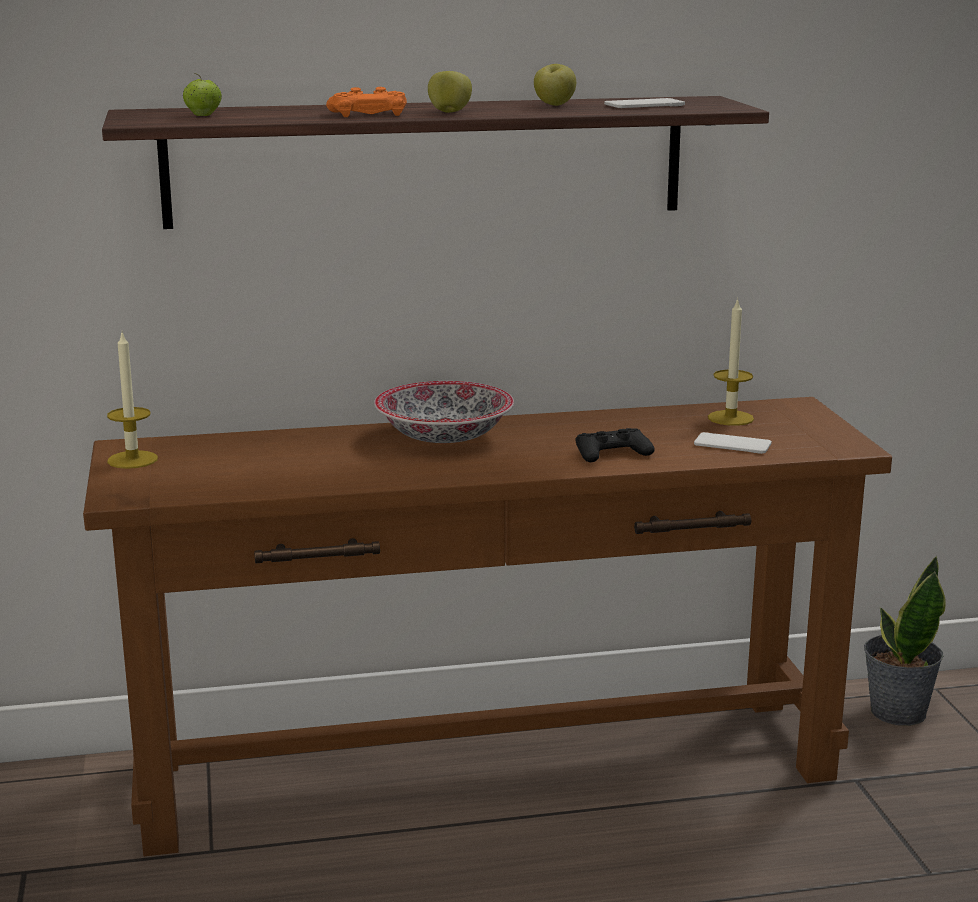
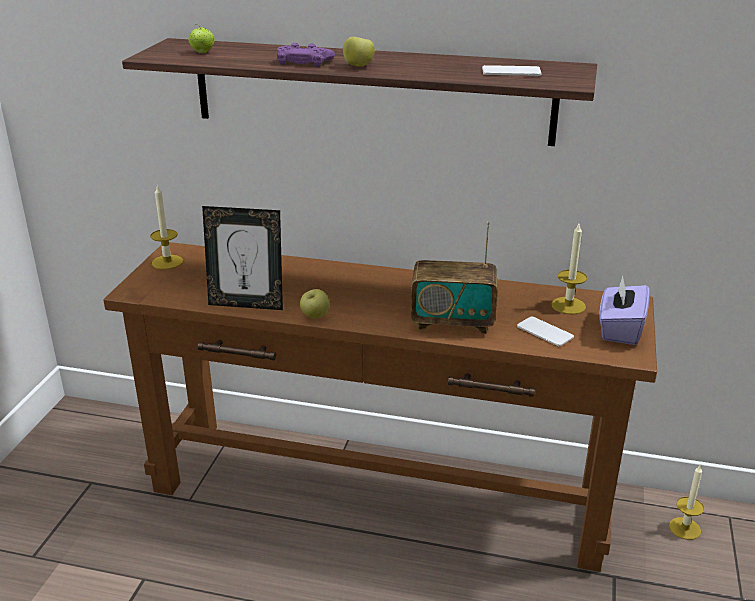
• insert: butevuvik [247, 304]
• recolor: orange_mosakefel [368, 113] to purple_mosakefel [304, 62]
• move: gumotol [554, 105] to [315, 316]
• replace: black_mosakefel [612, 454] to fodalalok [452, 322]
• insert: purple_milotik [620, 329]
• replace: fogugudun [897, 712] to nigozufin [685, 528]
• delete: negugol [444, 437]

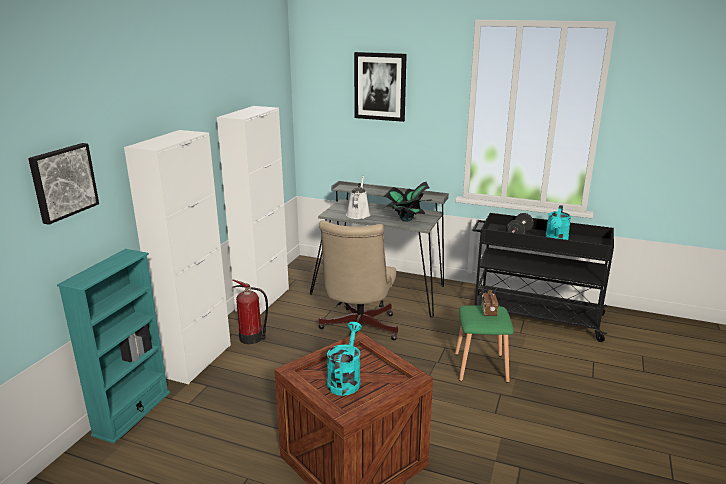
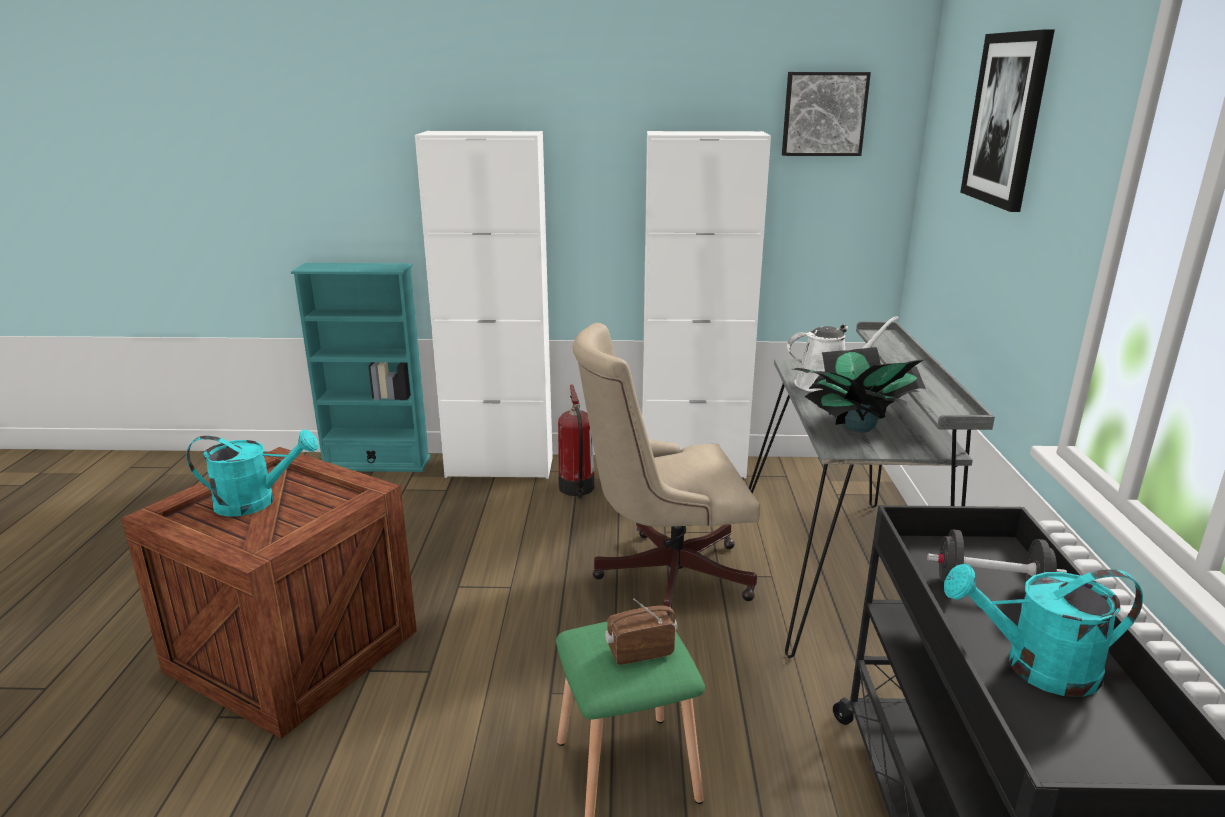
• move: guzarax [63, 182] to [824, 114]

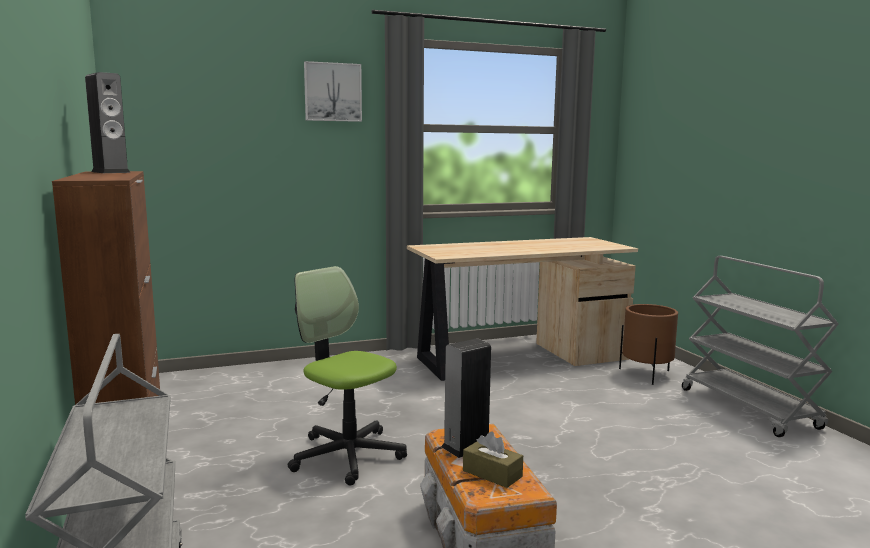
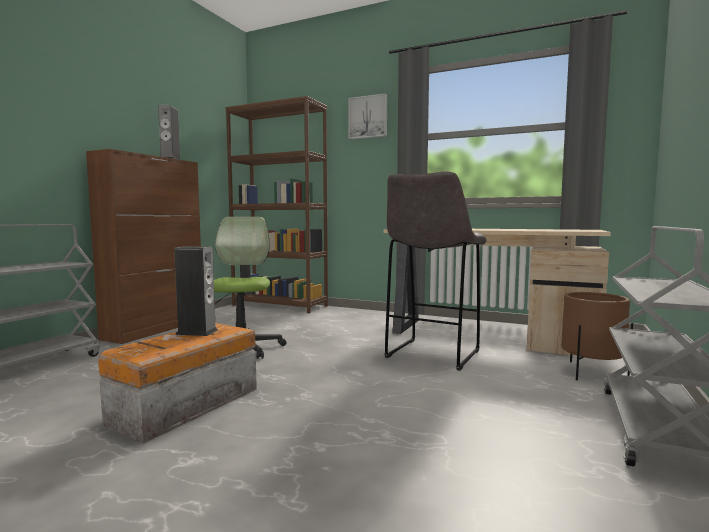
• insert: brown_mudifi [280, 305]
• insert: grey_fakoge [431, 354]
• delete: brown_milotik [492, 474]

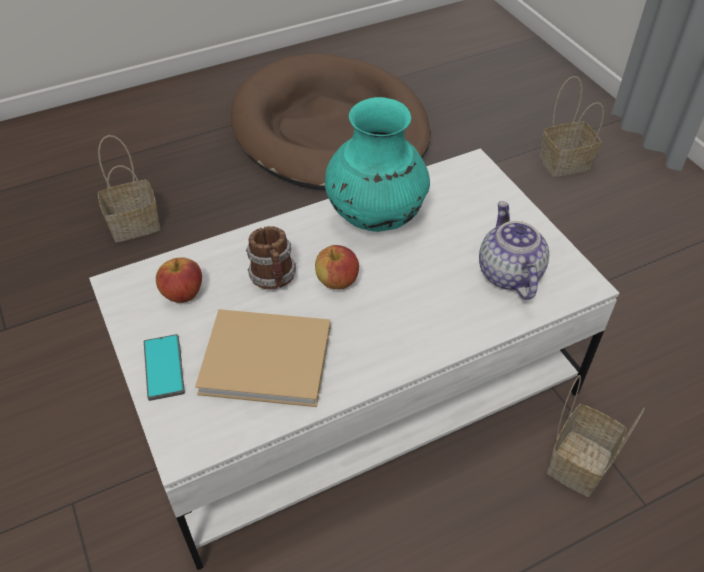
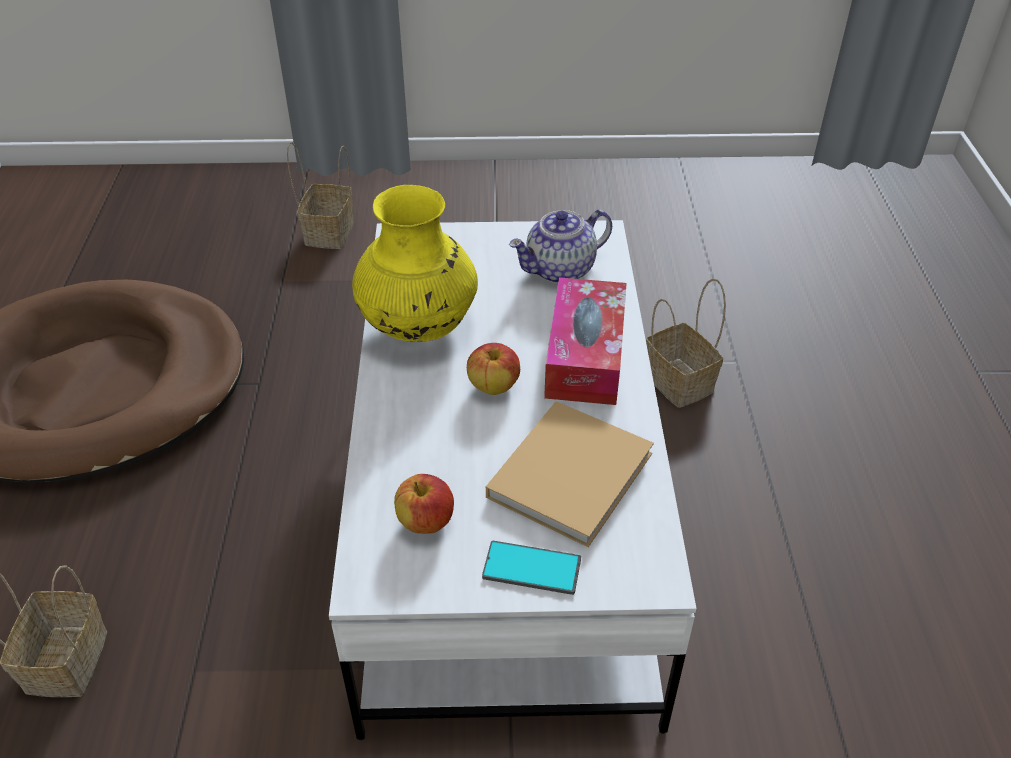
• recolor: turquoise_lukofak [375, 216] to yellow_lukofak [419, 328]
• rotate: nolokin [508, 273] = [560, 270] 45 degrees counterclockwise
• insert: milotik [585, 355]
• delete: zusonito [274, 279]

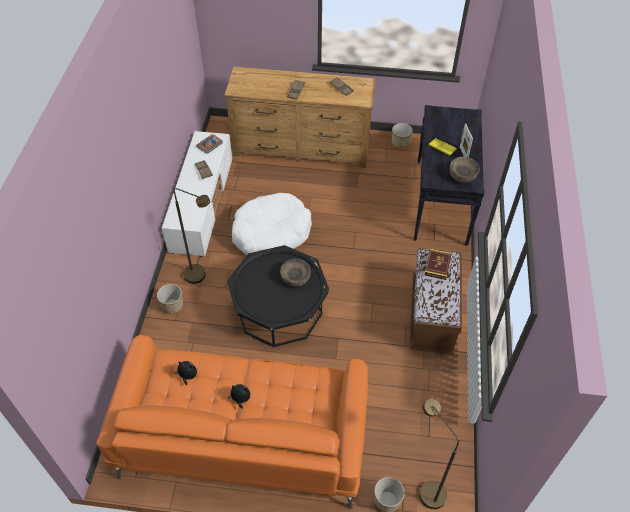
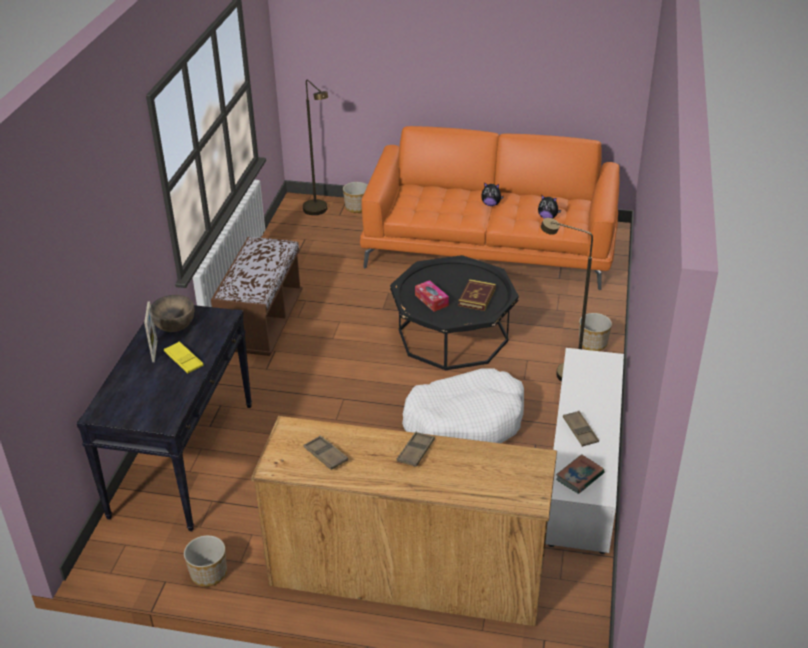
• replace: brown_negugol [295, 278] to milotik [431, 300]
• move: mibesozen [437, 265] to [476, 297]

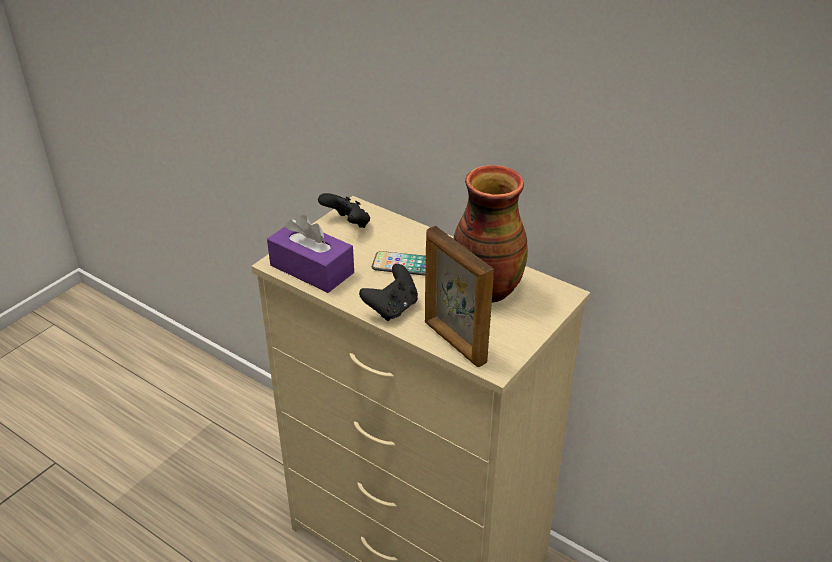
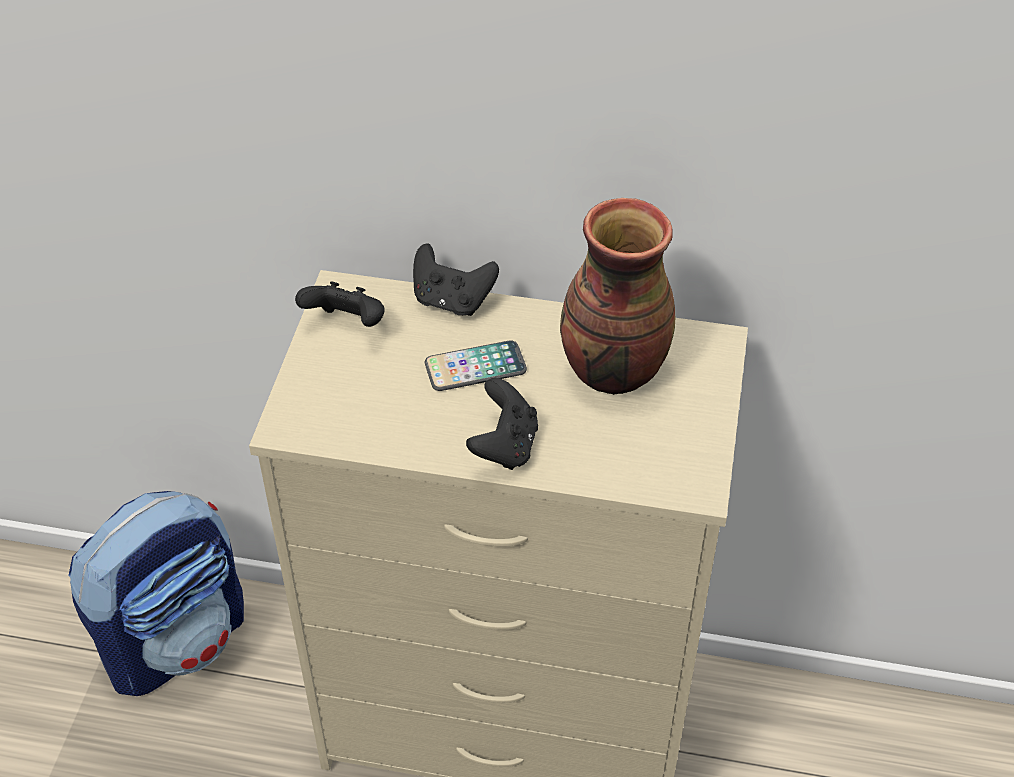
• insert: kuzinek [177, 639]
• insert: black_mosakefel [452, 301]
• delete: purple_milotik [312, 269]
• delete: butevuvik [454, 342]

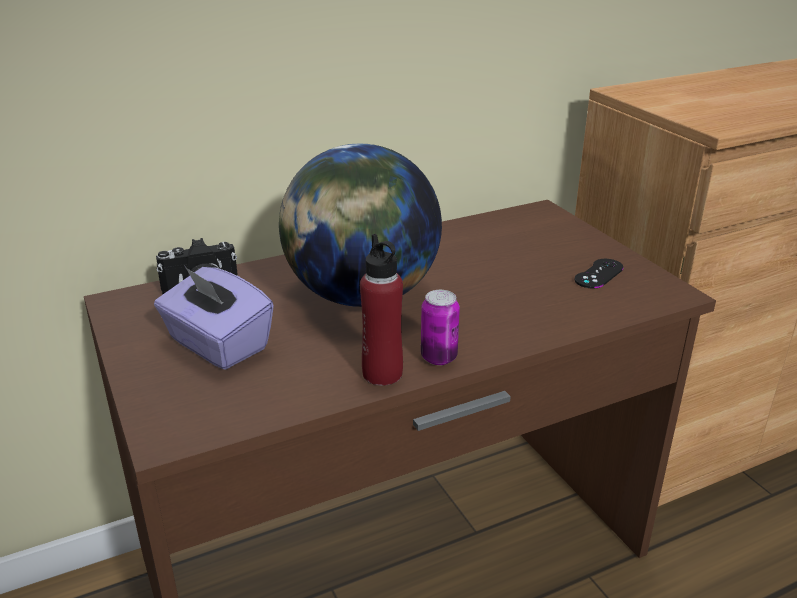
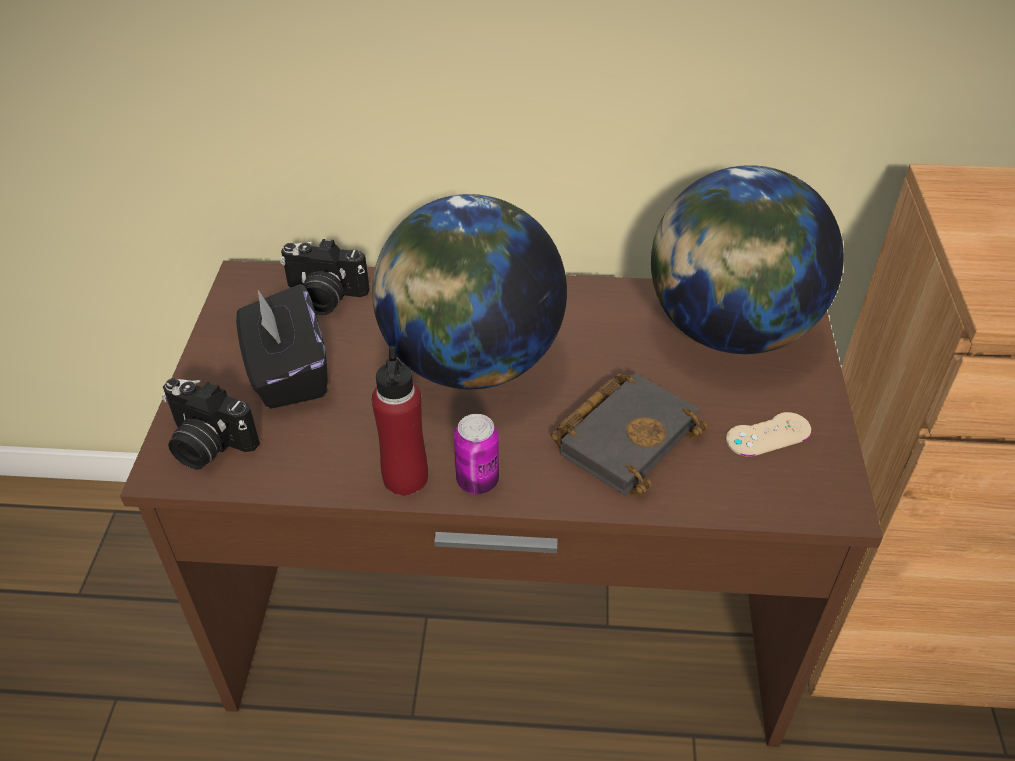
• insert: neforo [207, 444]
• recolor: purple_milotik [217, 345] to black_milotik [287, 373]
• insert: black_mibesozen [625, 435]
• insert: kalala [729, 330]
• recolor: black_mosakefel [599, 274] to beige_mosakefel [768, 435]

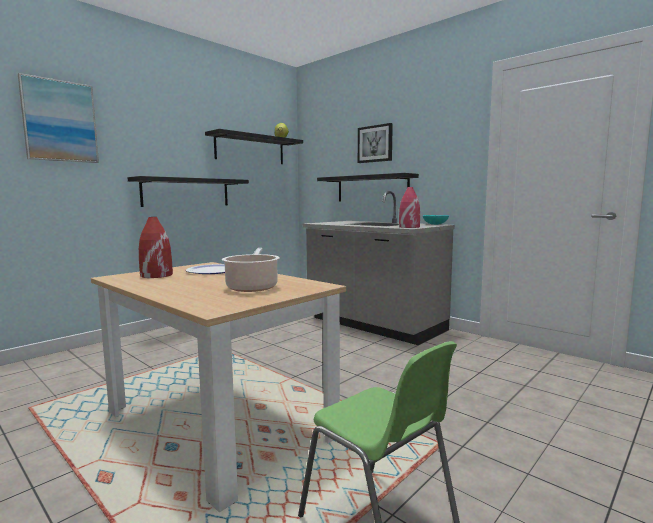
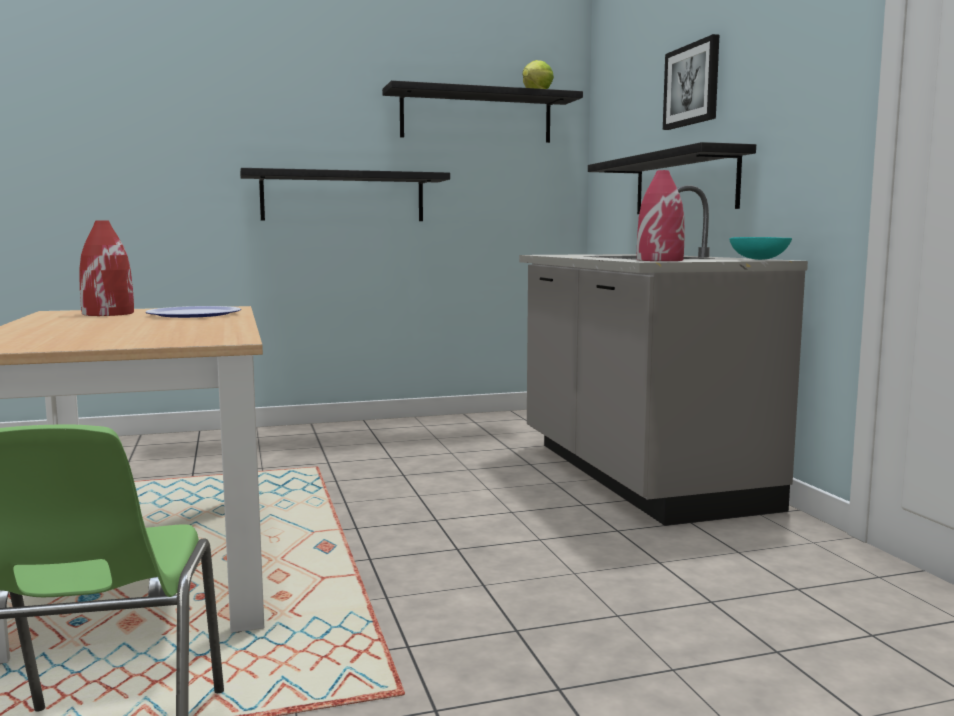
• delete: guzarax [60, 121]
• delete: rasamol [252, 287]

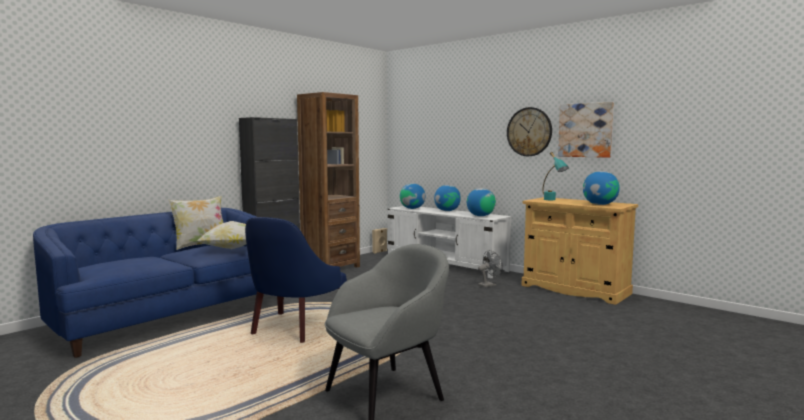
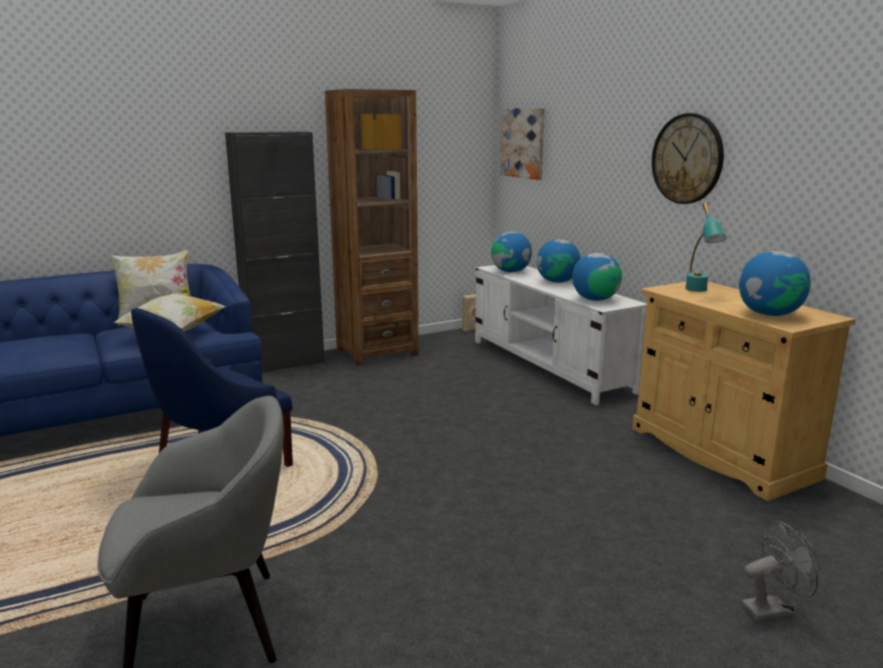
• move: guzarax [585, 130] to [523, 143]
• move: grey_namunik [489, 285] to [773, 609]

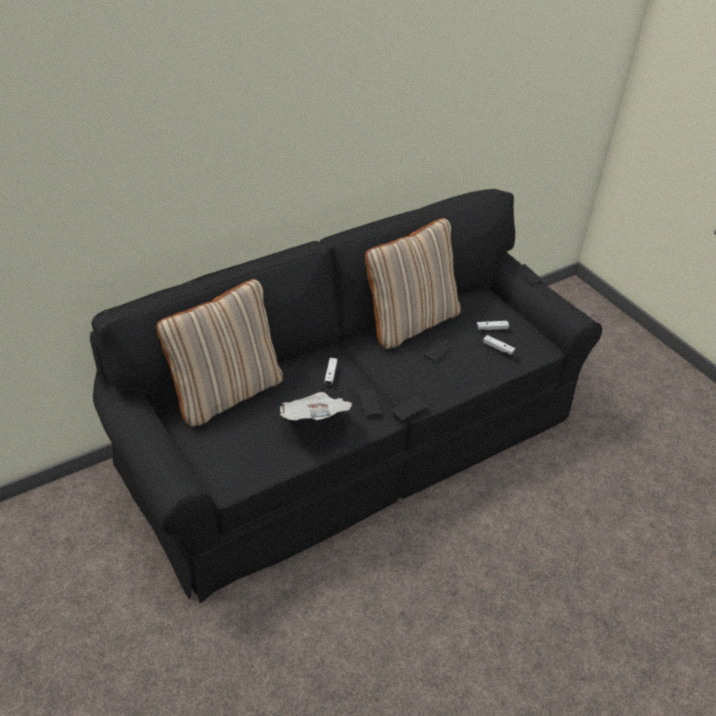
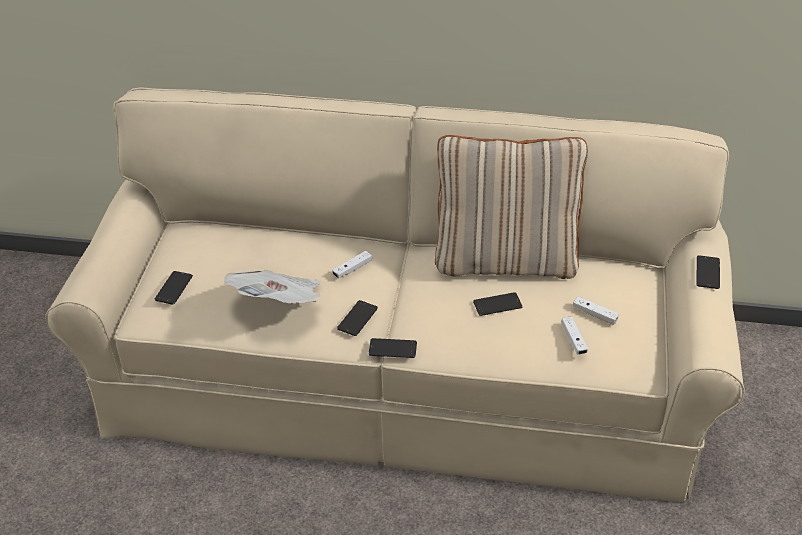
• recolor: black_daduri [352, 441] to beige_daduri [404, 377]
• insert: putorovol [174, 288]
• delete: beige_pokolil [225, 392]

